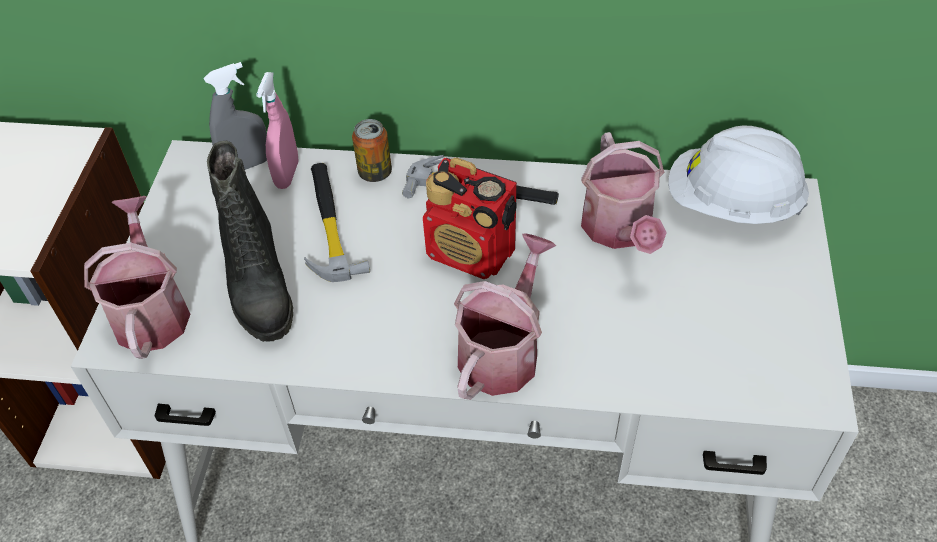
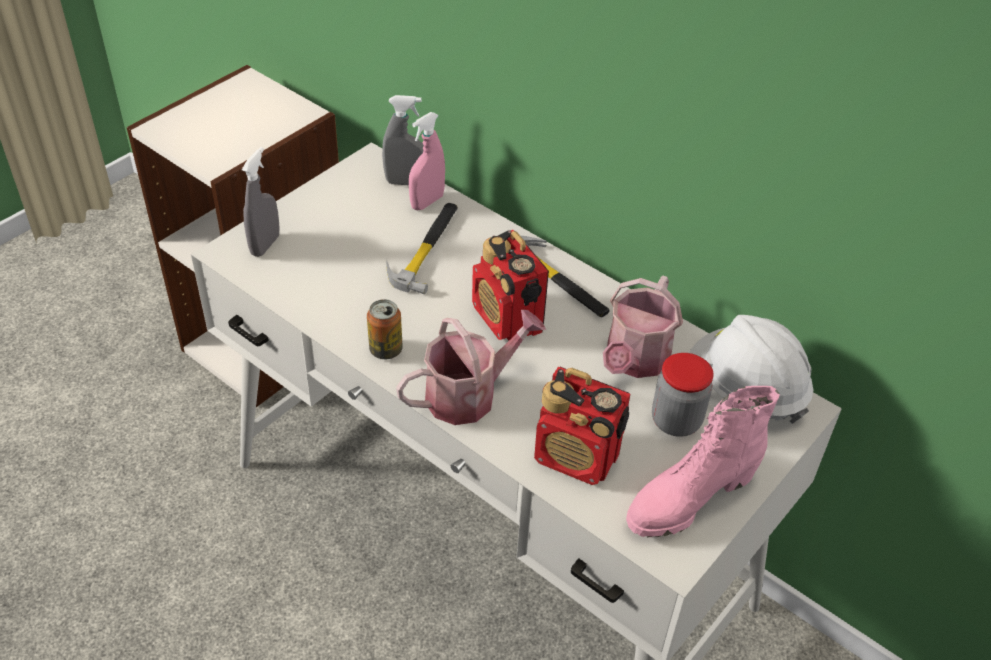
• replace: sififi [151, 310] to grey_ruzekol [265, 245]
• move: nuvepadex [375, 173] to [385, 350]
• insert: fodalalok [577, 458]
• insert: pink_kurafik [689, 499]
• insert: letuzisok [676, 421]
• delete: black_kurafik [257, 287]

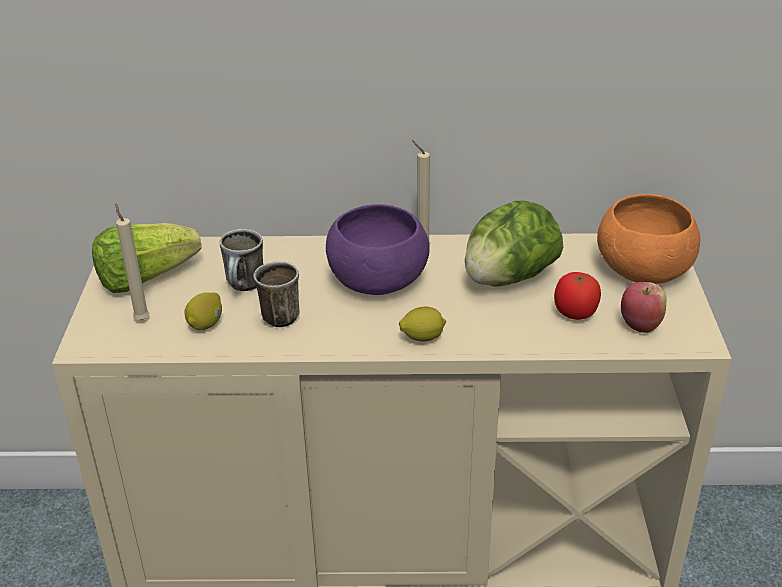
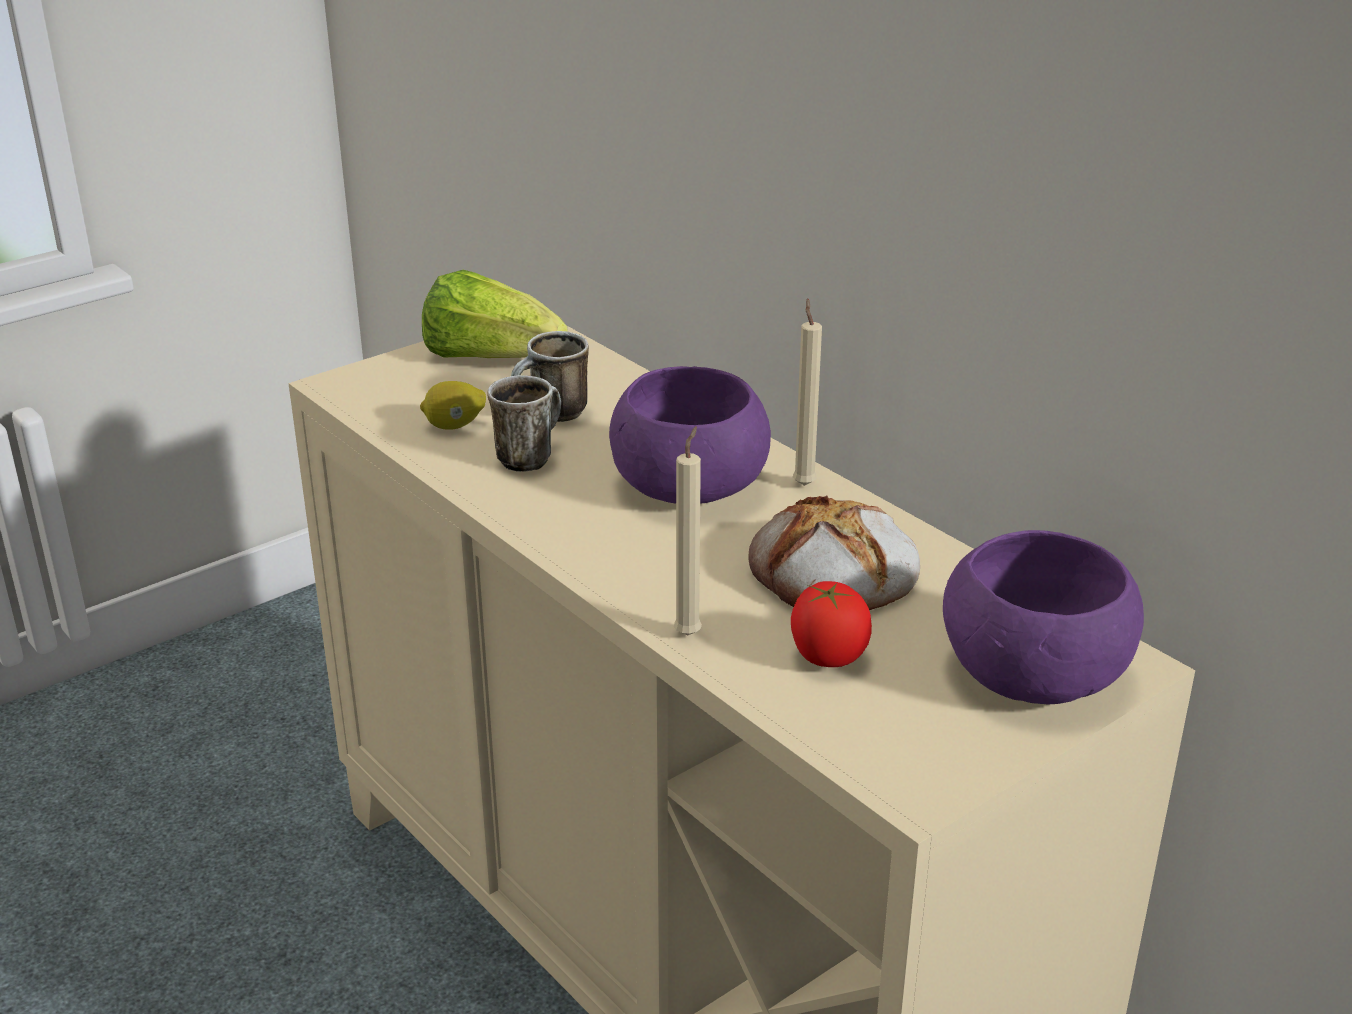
• move: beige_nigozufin [141, 318] to [689, 632]
• replace: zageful [508, 278] to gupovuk [833, 573]
• recolor: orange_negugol [644, 269] to purple_negugol [1034, 674]
• delete: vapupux [422, 338]
• delete: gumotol [640, 325]

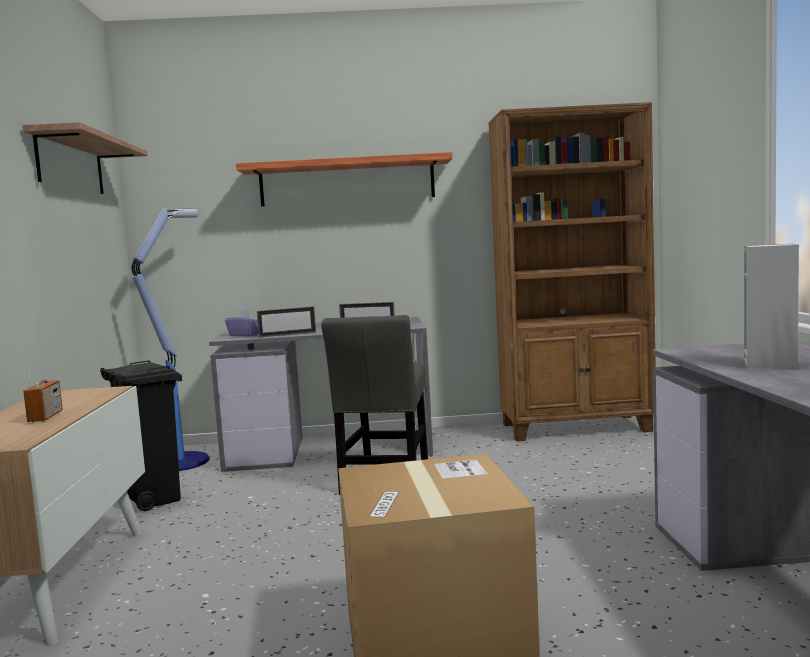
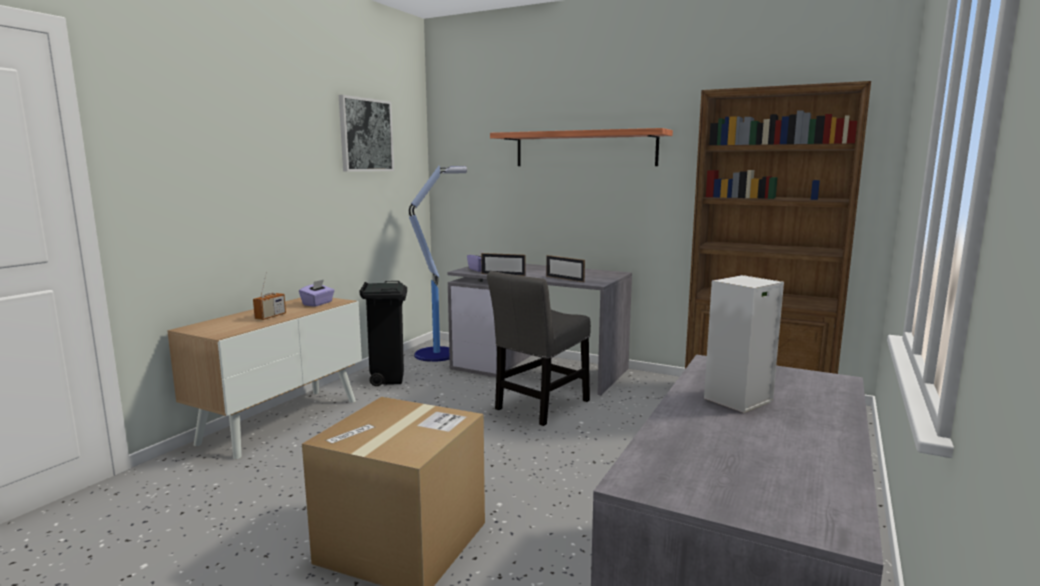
• insert: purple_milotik [318, 303]
• replace: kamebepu [70, 164] to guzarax [366, 135]

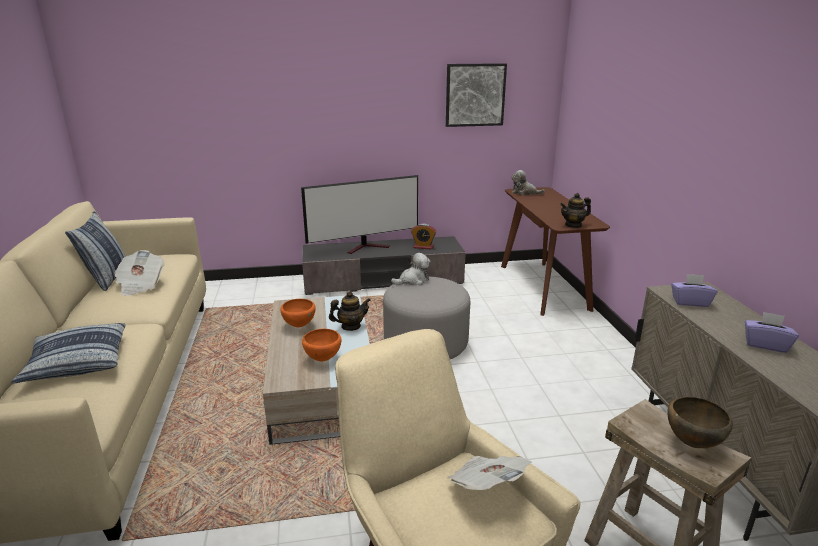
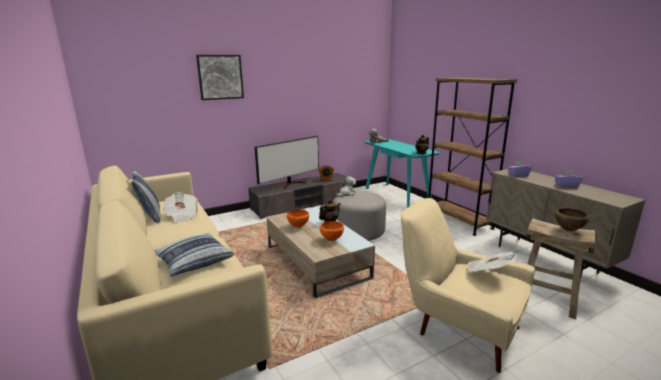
• move: guzarax [475, 95] to [220, 77]
• recolor: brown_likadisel [543, 287] to turquoise_likadisel [397, 195]
• insert: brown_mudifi [458, 220]

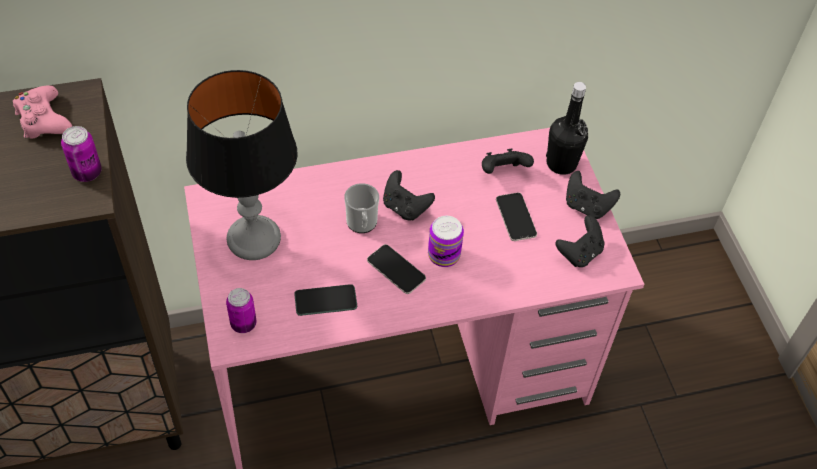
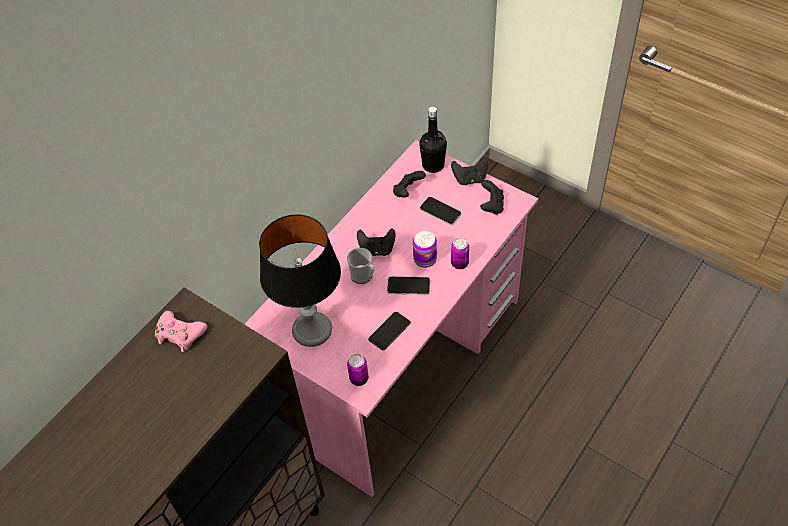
• move: nuvepadex [87, 173] to [459, 263]

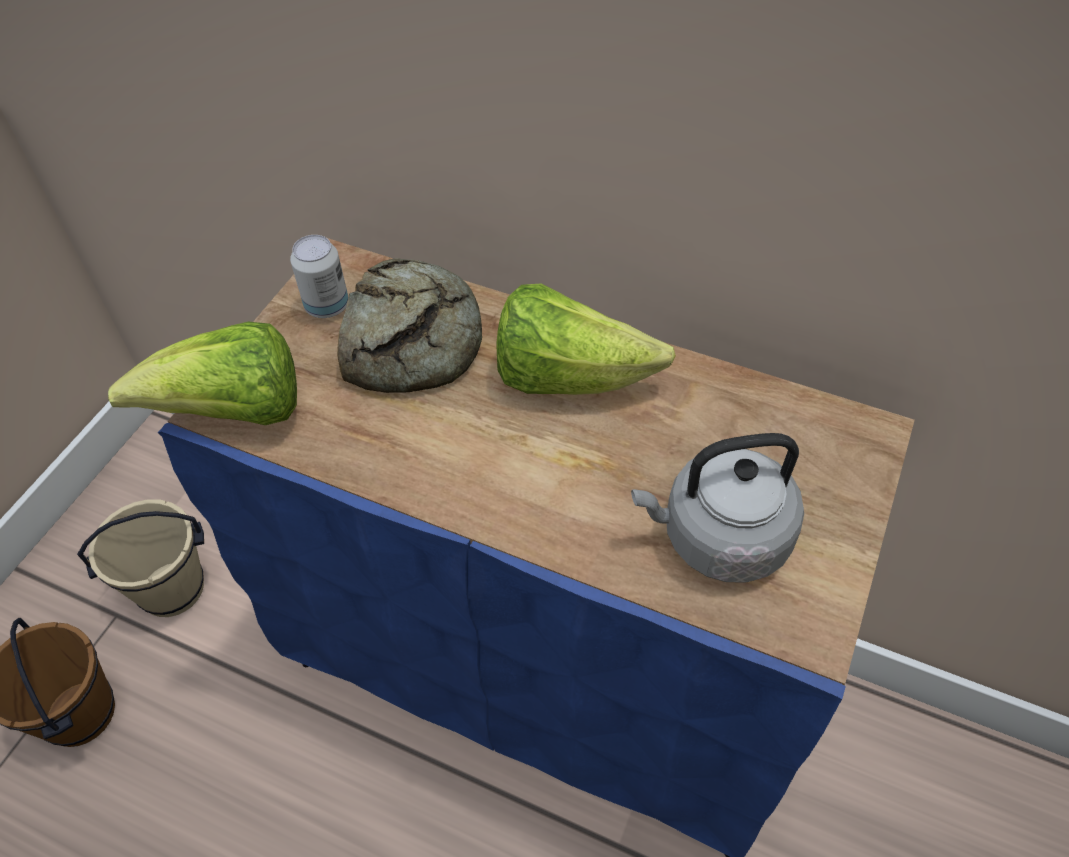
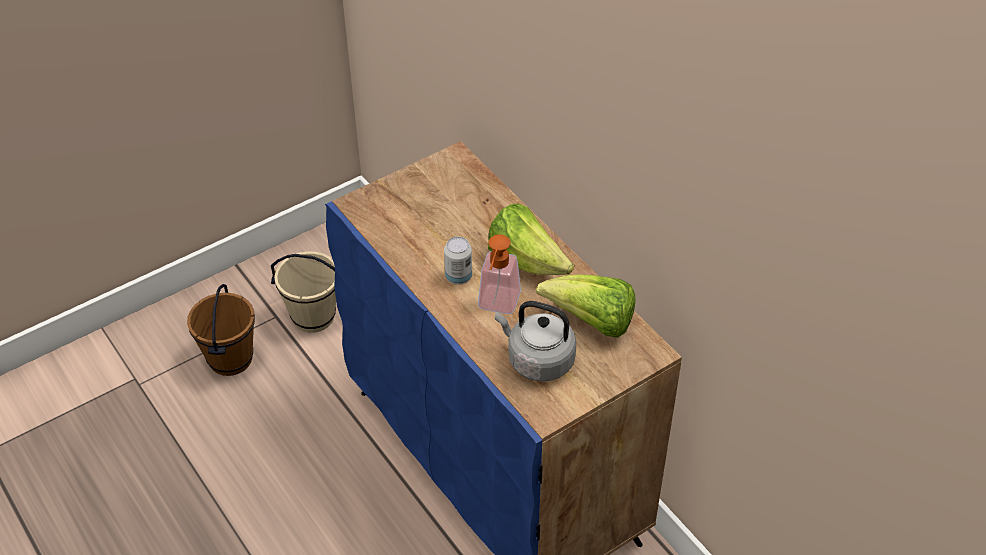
• move: nuvepadex [327, 306] to [458, 277]
• insert: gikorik [497, 306]
• move: zageful [233, 413] to [591, 322]
• delete: gupovuk [415, 337]

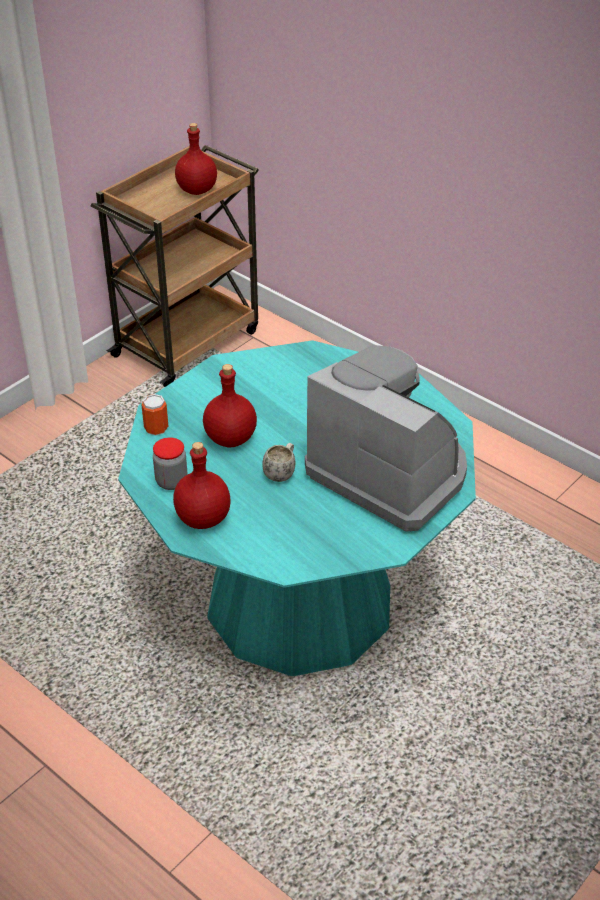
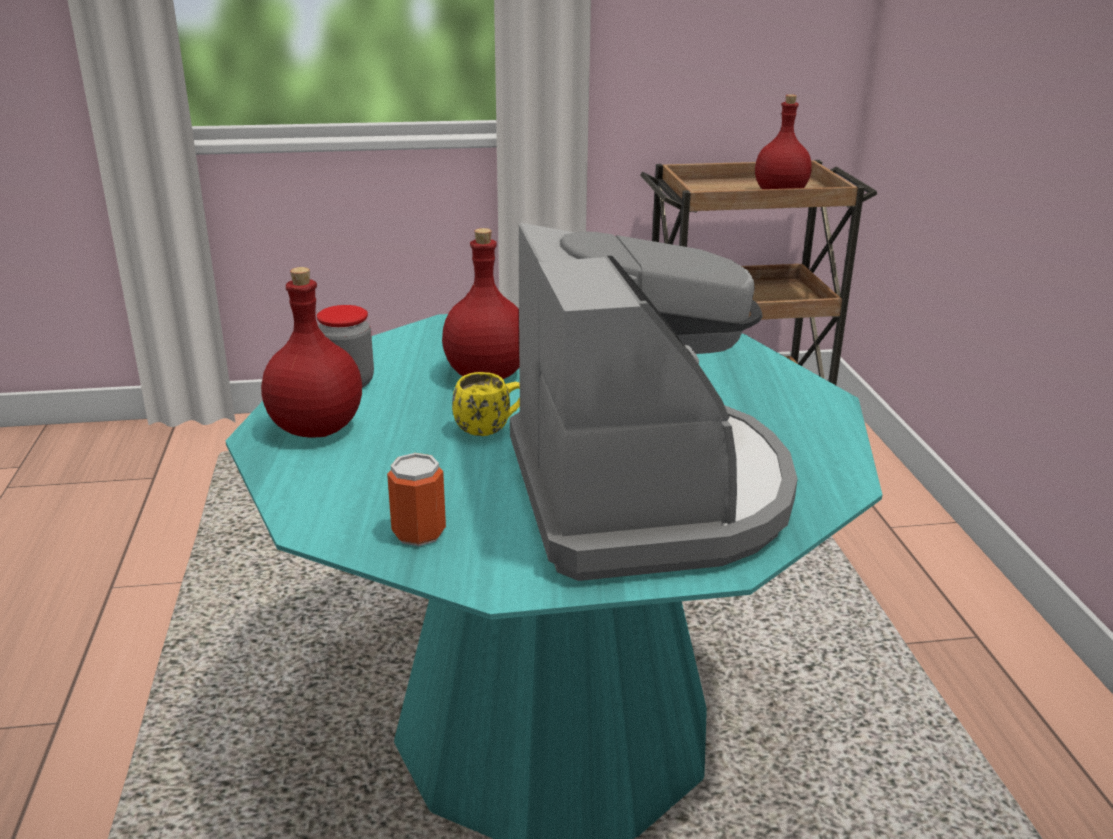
• move: nuvepadex [156, 428] to [419, 533]
• recolor: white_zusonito [281, 472] to yellow_zusonito [490, 429]

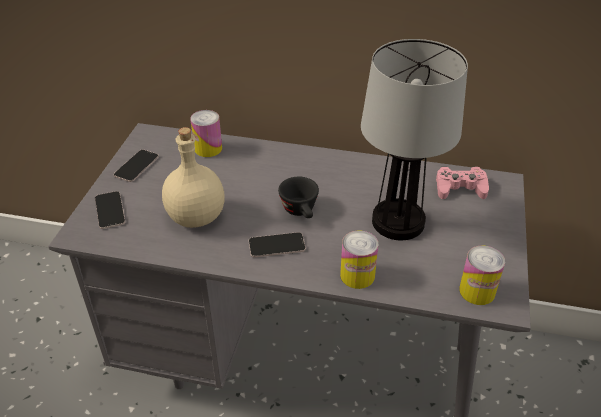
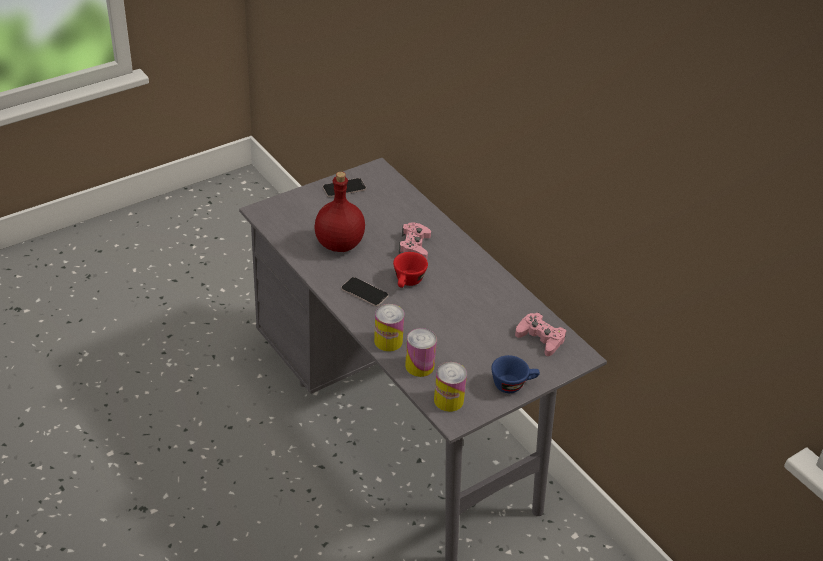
• recolor: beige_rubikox [197, 217] to red_rubikox [340, 244]
• recolor: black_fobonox [301, 211] to red_fobonox [408, 282]
• insert: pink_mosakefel [414, 246]
• move: nuvepadex [208, 148] to [419, 366]
• insert: blue_fobonox [513, 384]
• delete: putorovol [110, 210]
• delete: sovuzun [397, 221]

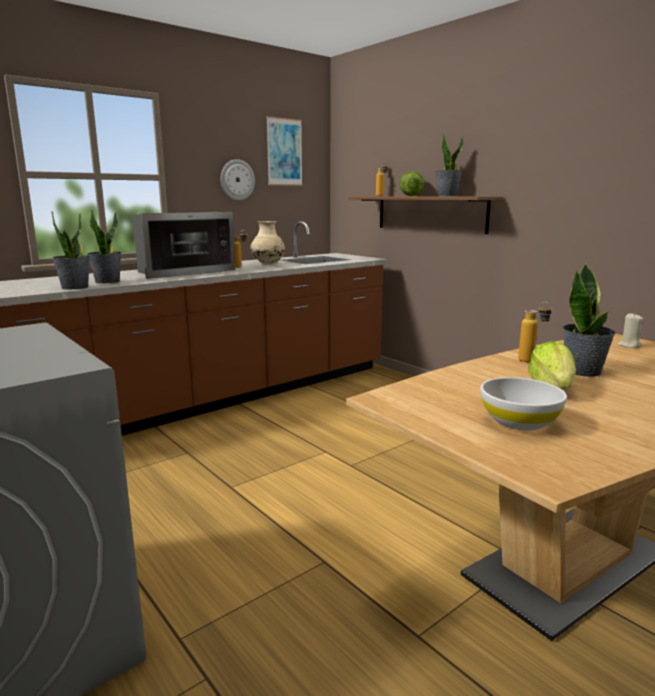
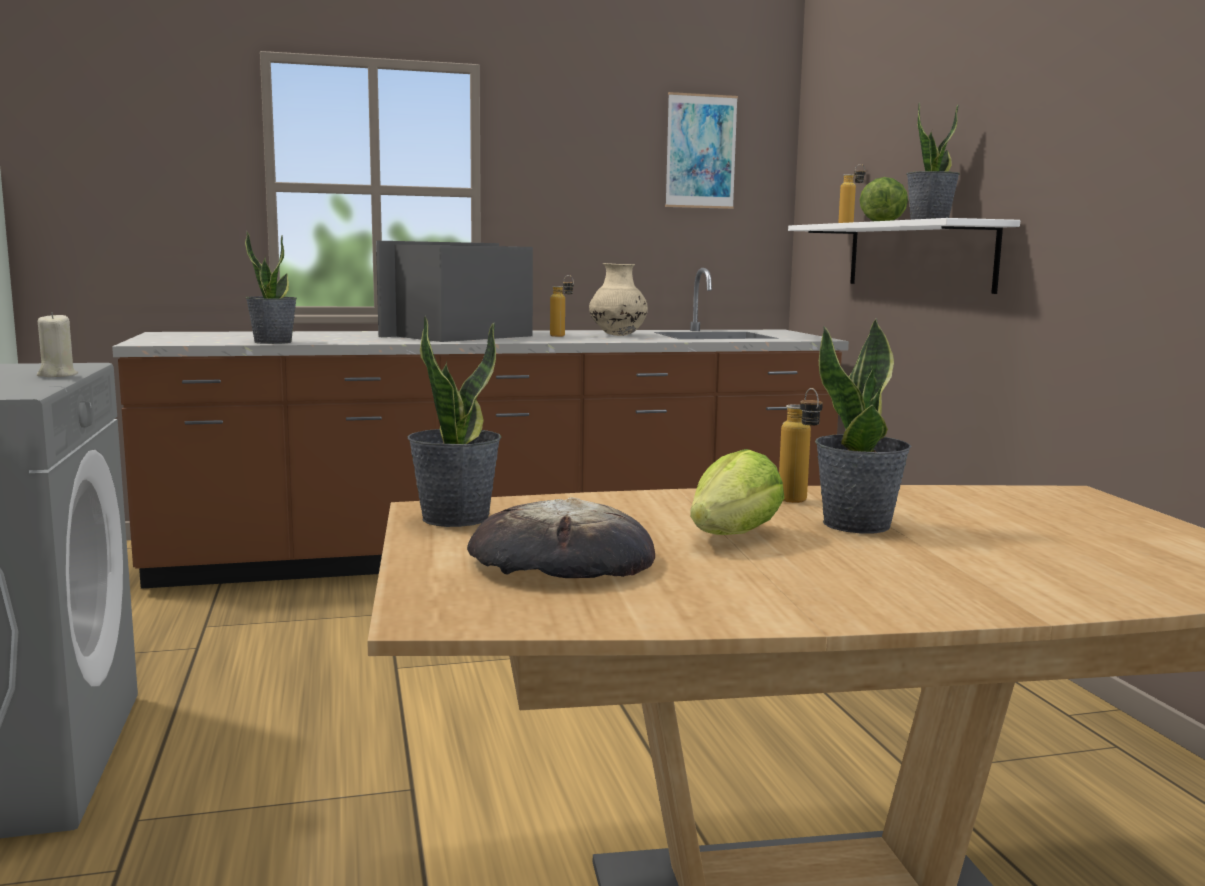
• move: beige_nigozufin [629, 345] to [57, 375]
• rotate: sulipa [182, 271] = [462, 336] 150 degrees clockwise
• move: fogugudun [107, 281] to [455, 518]
• replace: white_negugol [519, 422] to gupovuk [561, 560]
• recolor: brown_kamebepu [430, 213] to white_kamebepu [917, 256]
• delete: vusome [237, 180]

